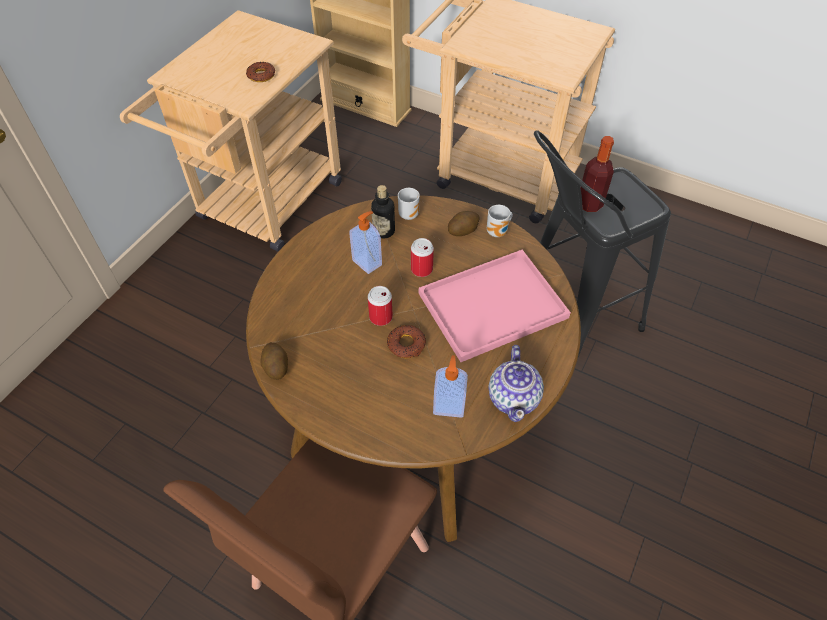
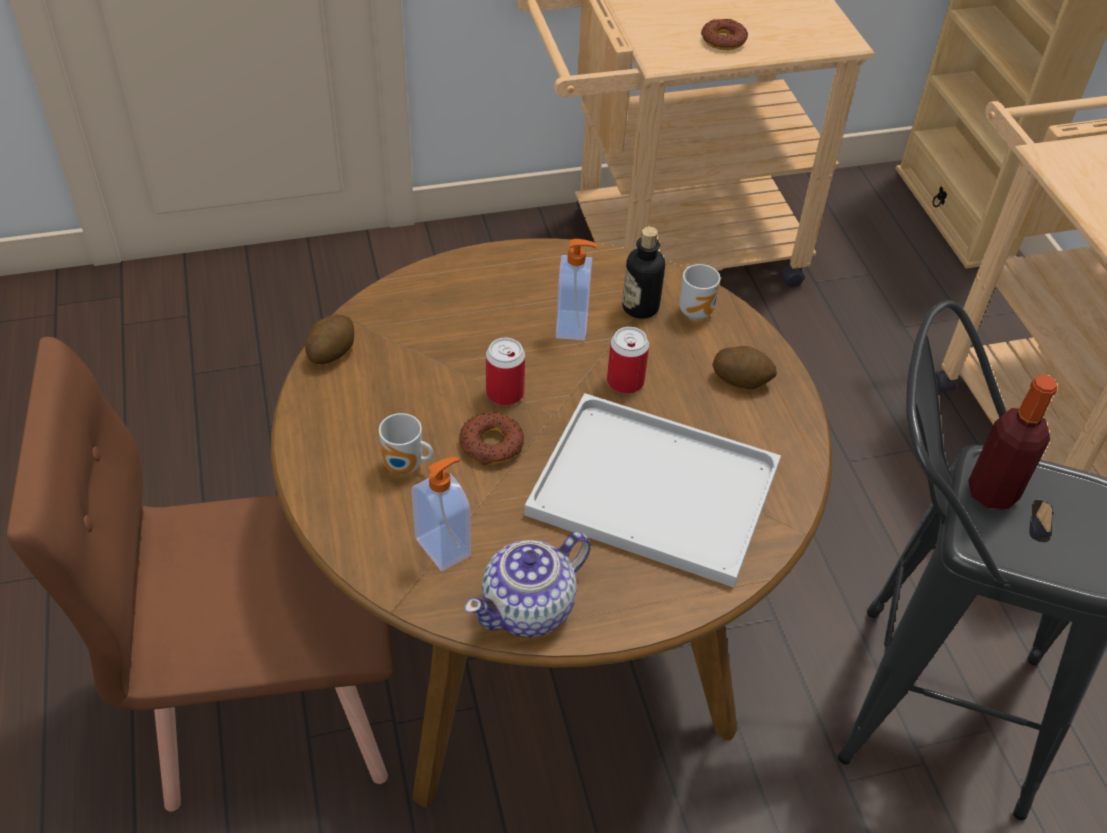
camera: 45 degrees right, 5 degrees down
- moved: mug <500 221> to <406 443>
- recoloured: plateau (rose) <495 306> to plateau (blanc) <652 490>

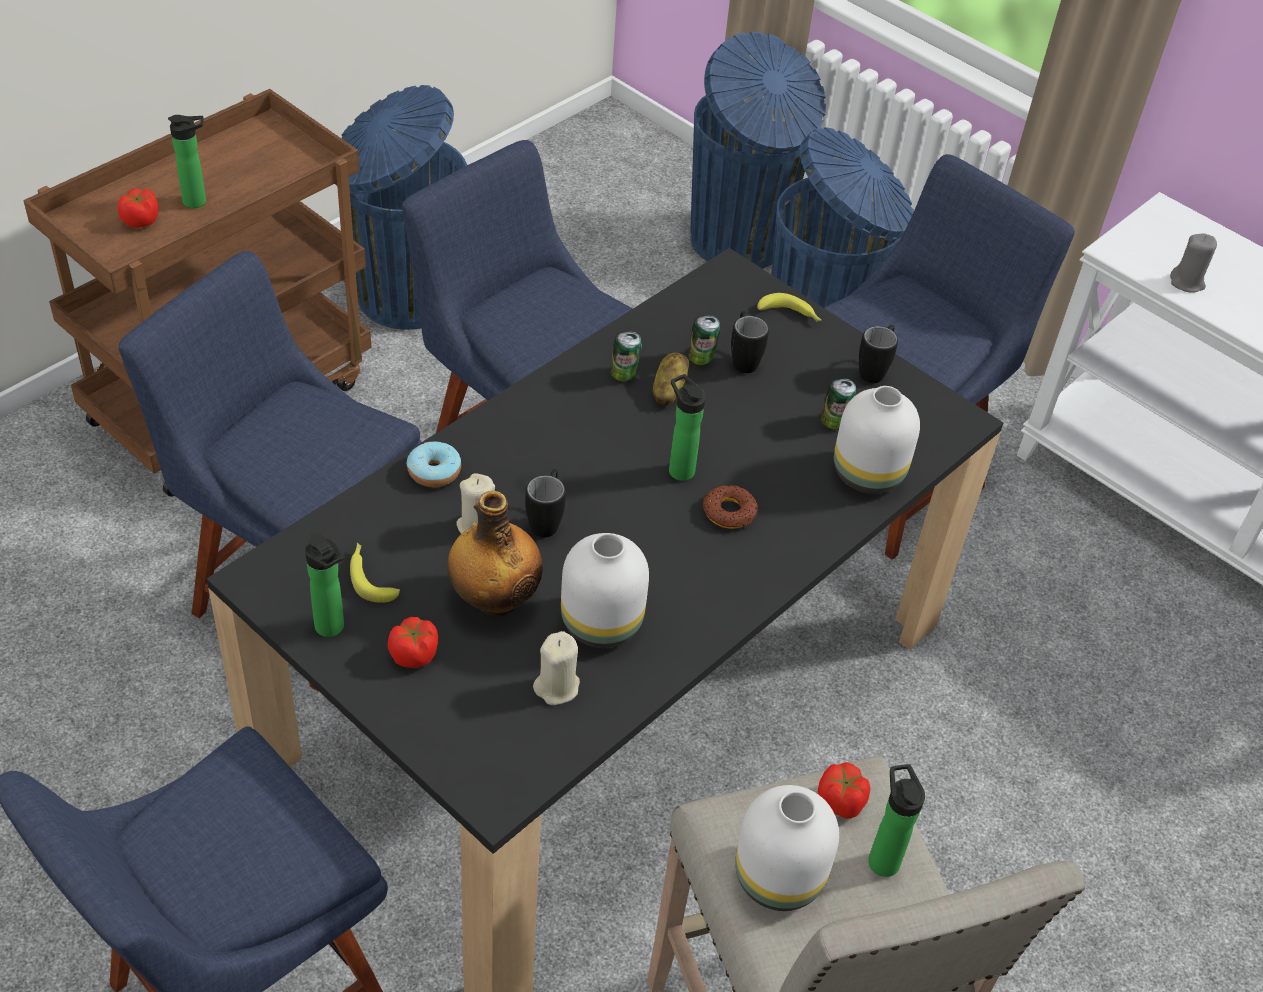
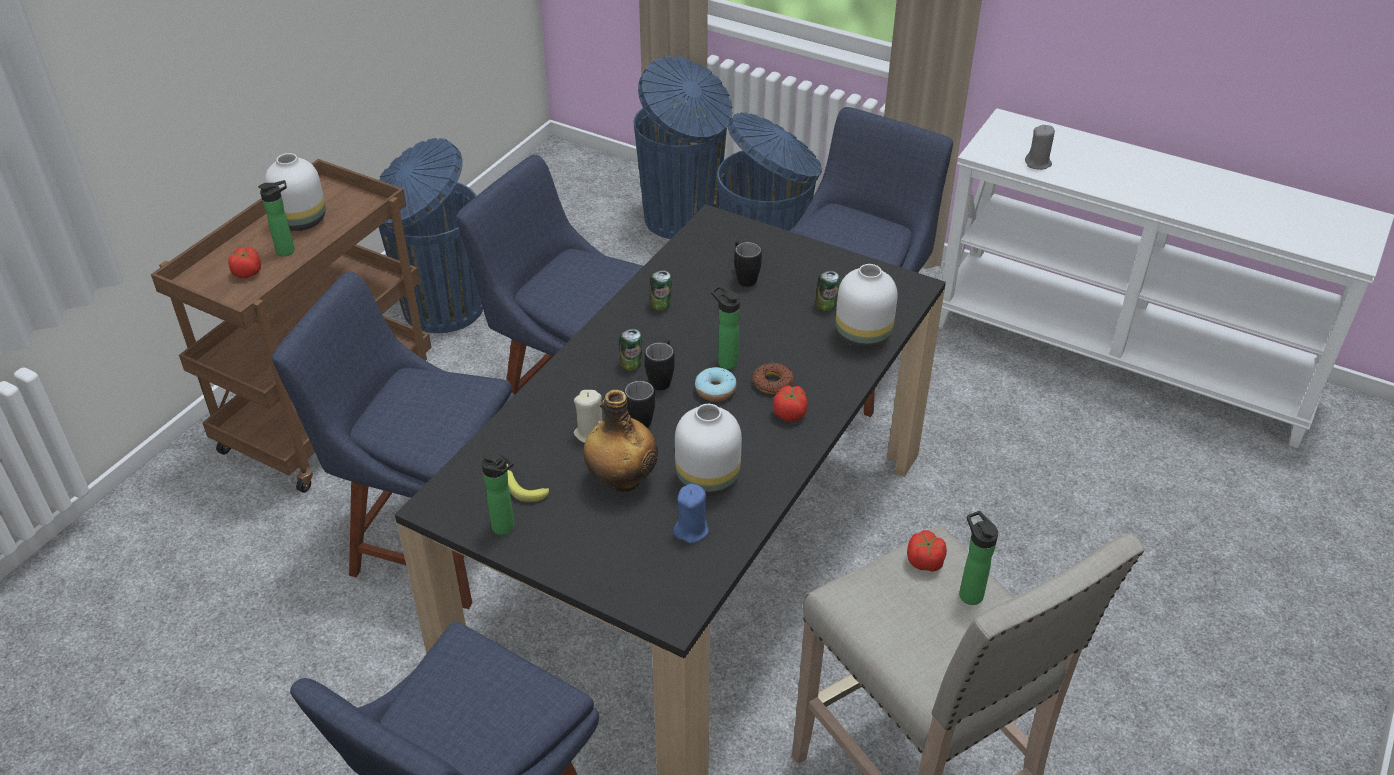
camera: 10 degrees left, 5 degrees down
- moved: vase (blanc) <787 848> to <295 192>
- moved: boîte métallique <704 340> to <630 350>
- moved: mug (noir) <878 354> to <659 364>
- recoloured: bougie (beige) <556 668> to bougie (bleu) <691 513>
- moved: beignet <434 464> to <716 384>
- moved: tomate <413 642> to <790 404>
- removed: pomme de terre <671 379>
- removed: banane <789 307>

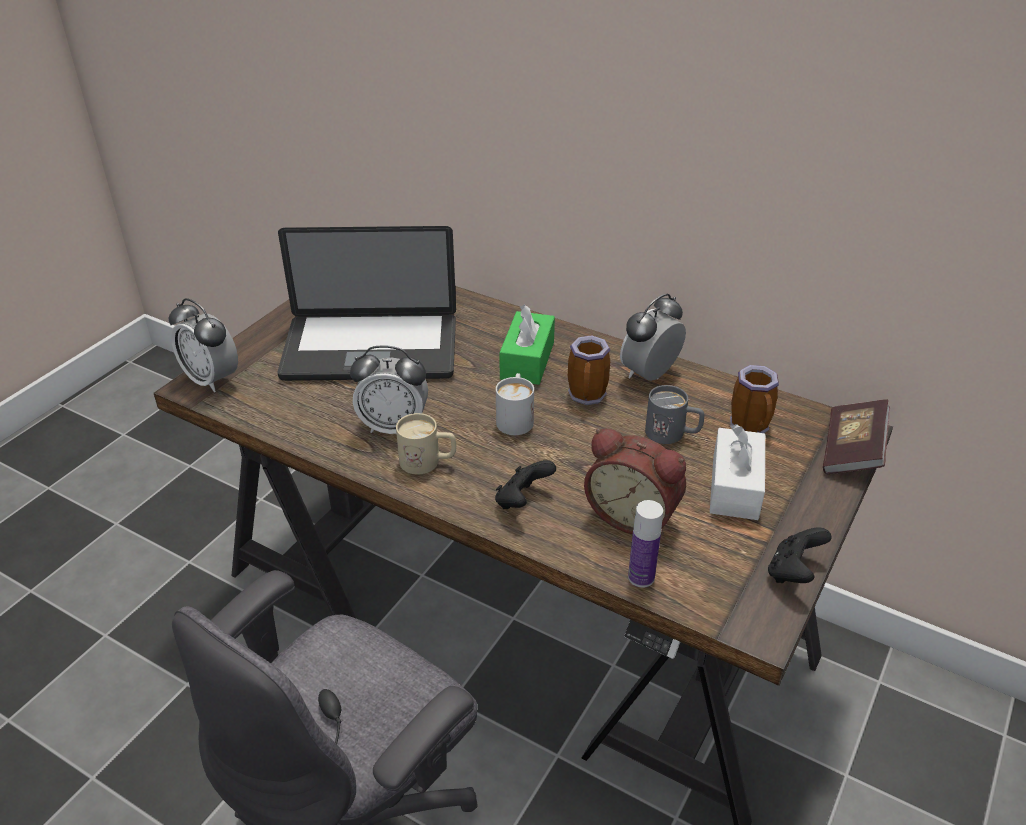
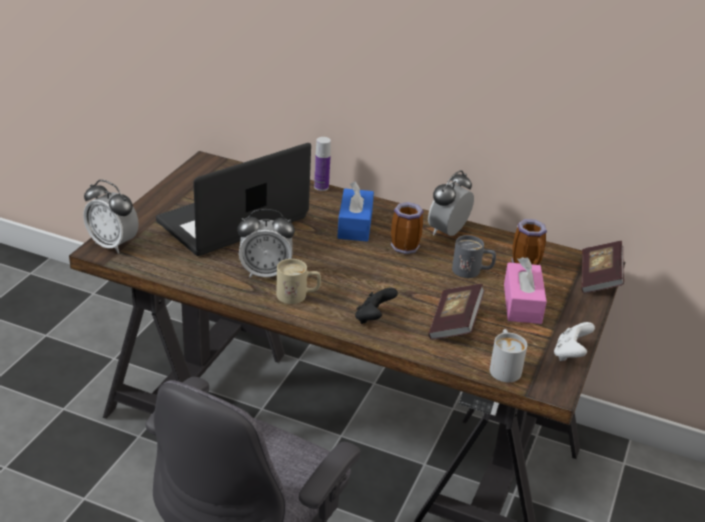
camera: 10 degrees left, 5 degrees down
- turned: ordinateur portable <366 303> = <233 199> 150 degrees clockwise
- moved: bouteille <645 544> to <322 164>
- recoloured: boîte à mouchoirs (vert) <527 344> to boîte à mouchoirs (bleu) <355 212>
- replaced: réveil <635 481> to livre <456 312>
- moved: mug (blanc) <515 404> to <508 355>
- recoloured: boîte à mouchoirs (blanc) <737 472> to boîte à mouchoirs (rose) <525 290>
- recoloured: manette (noir) <799 555> to manette (blanc) <574 341>

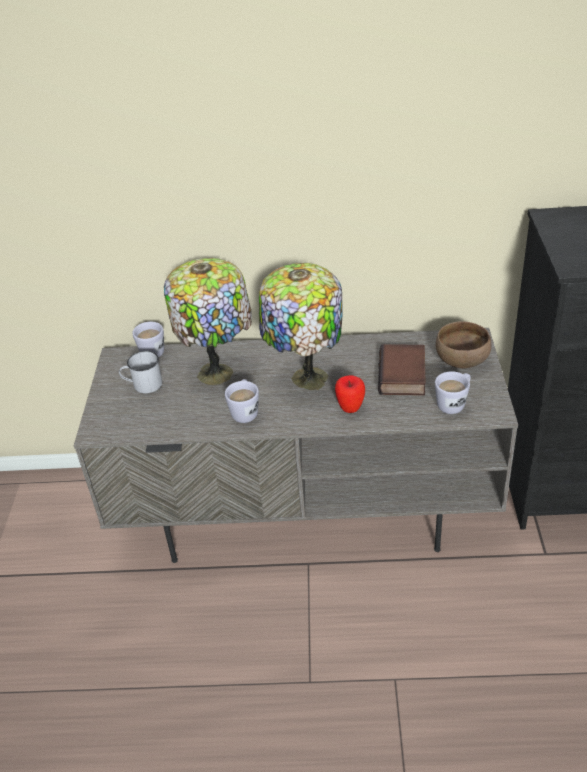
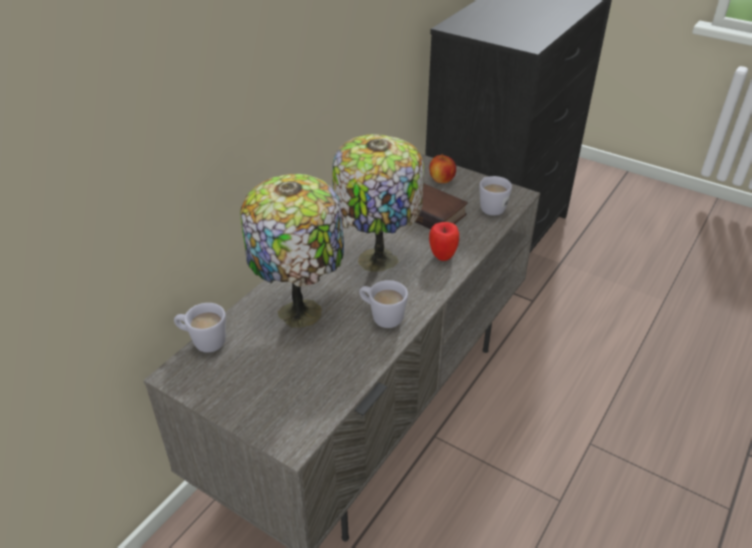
camera: 60 degrees left, 0 degrees up
- replaced: bol (marron) <463 344> to pomme <442 168>
- removed: mug (blanc) <140 372>

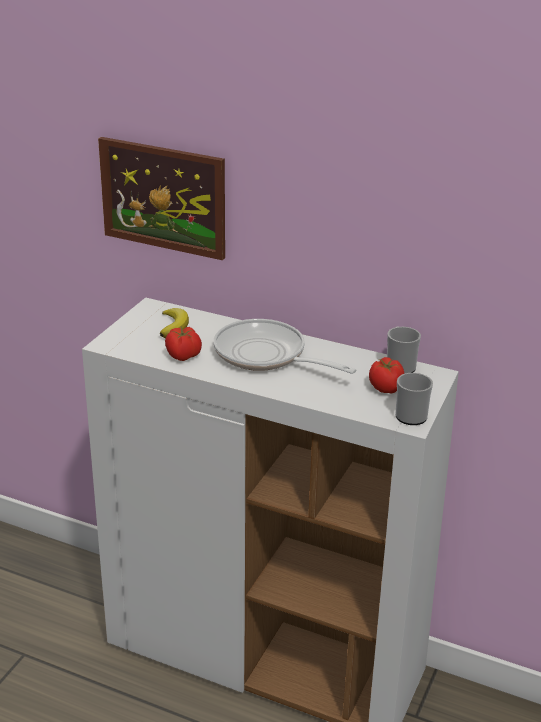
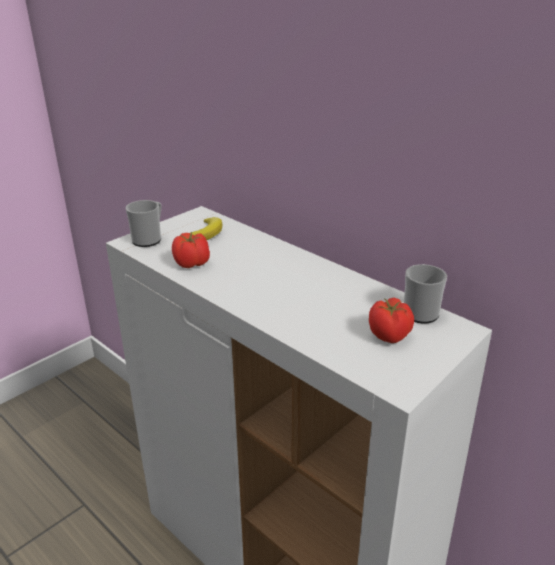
camera: 20 degrees right, 0 degrees up
- moved: mug <414 399> to <143 223>
- removed: tableau <161 198>
- removed: poêle <285 346>

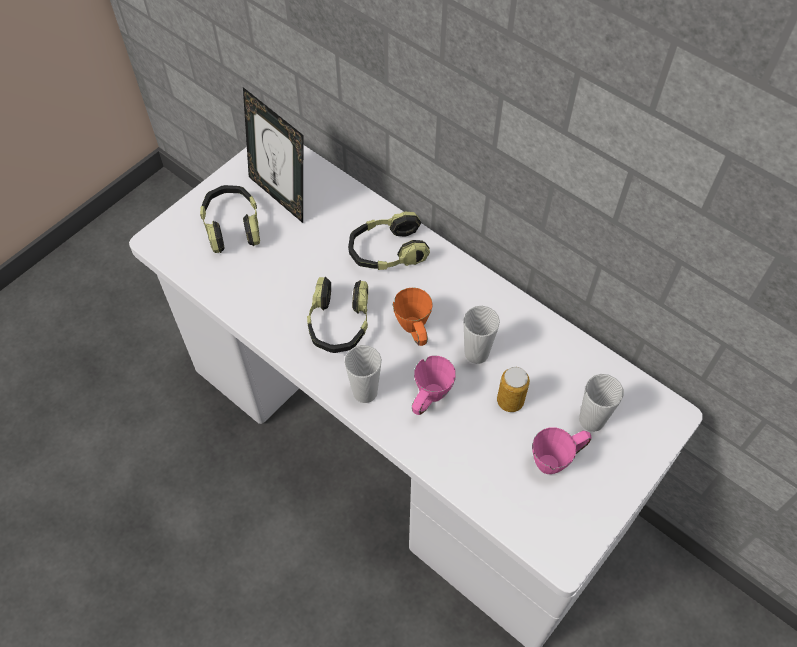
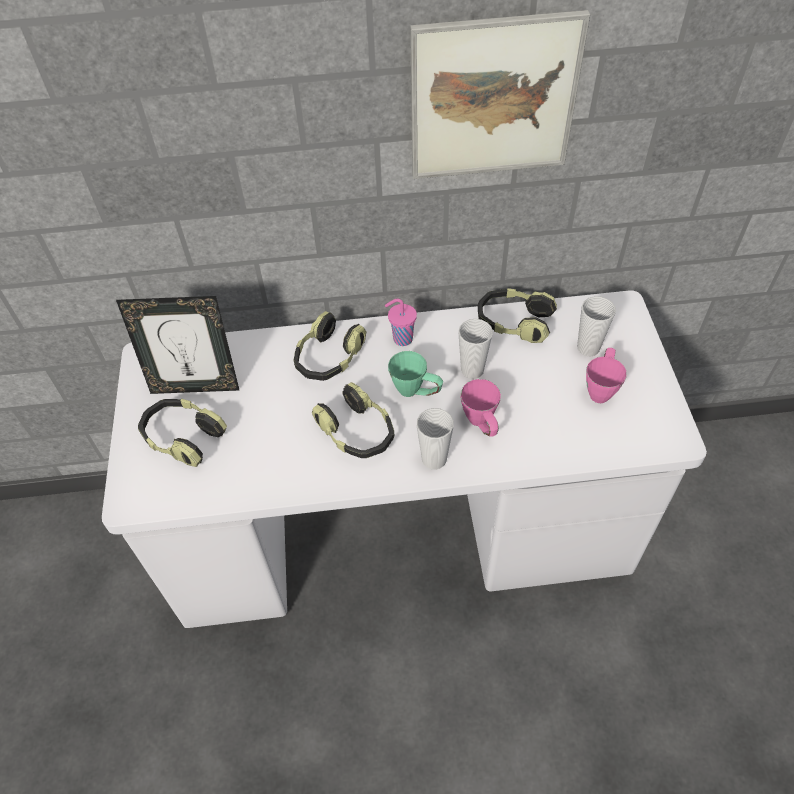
camera: 45 degrees left, 5 degrees down
- added: tasse (rose) <401 322>
- recoloured: mug (orange) <413 316> to mug (vert) <415 374>
- added: tableau <500 94>
- added: casque audio <517 315>
- removed: boîte métallique <513 389>

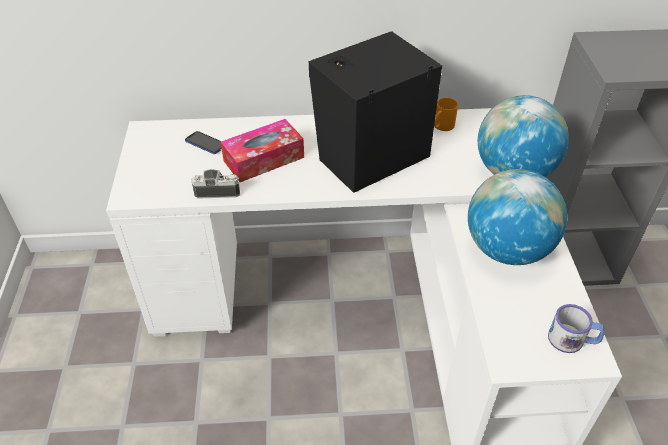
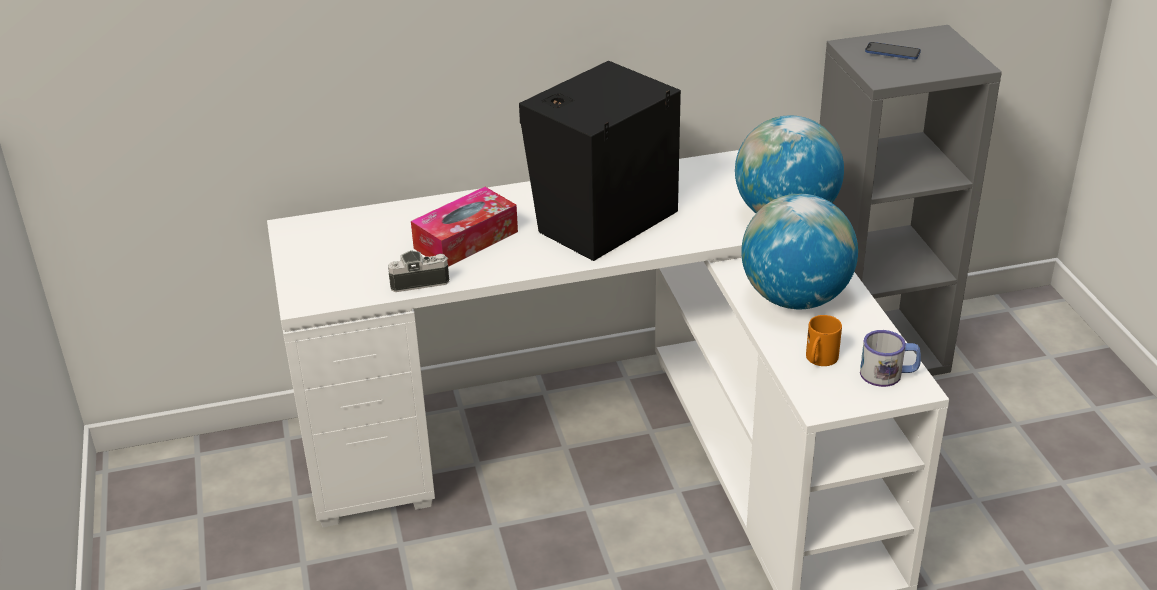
camera: 10 degrees left, 10 degrees down
- moved: mug (orange) <446 114> to <824 340>
- moved: téléphone <203 142> to <893 51>

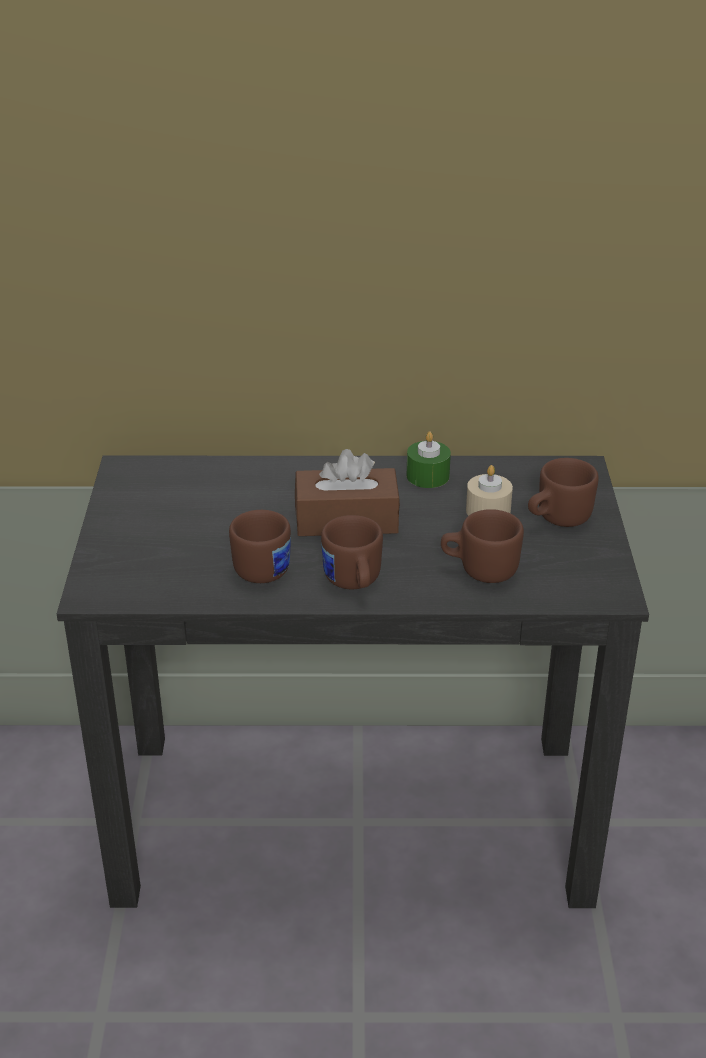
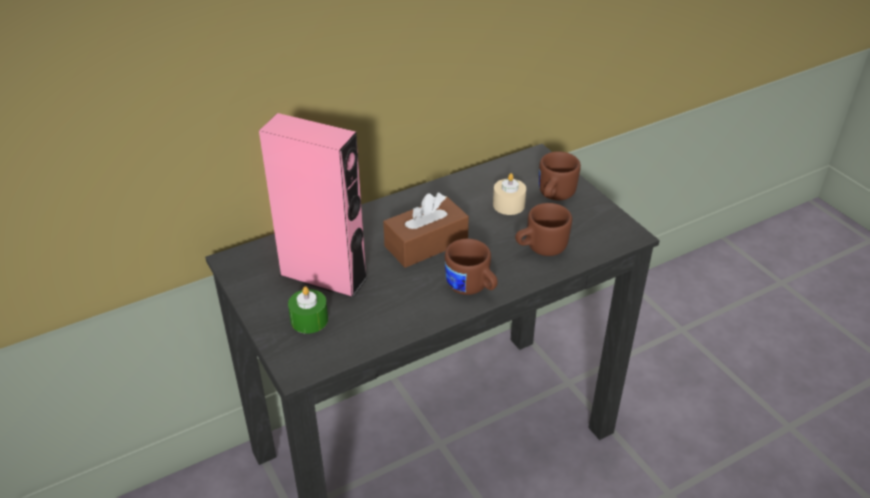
camera: 30 degrees left, 5 degrees up
- added: enceinte (rose) <313 205>
- moved: bougie (vert) <429 459> to <308 310>
- removed: mug (marron) <260 546>

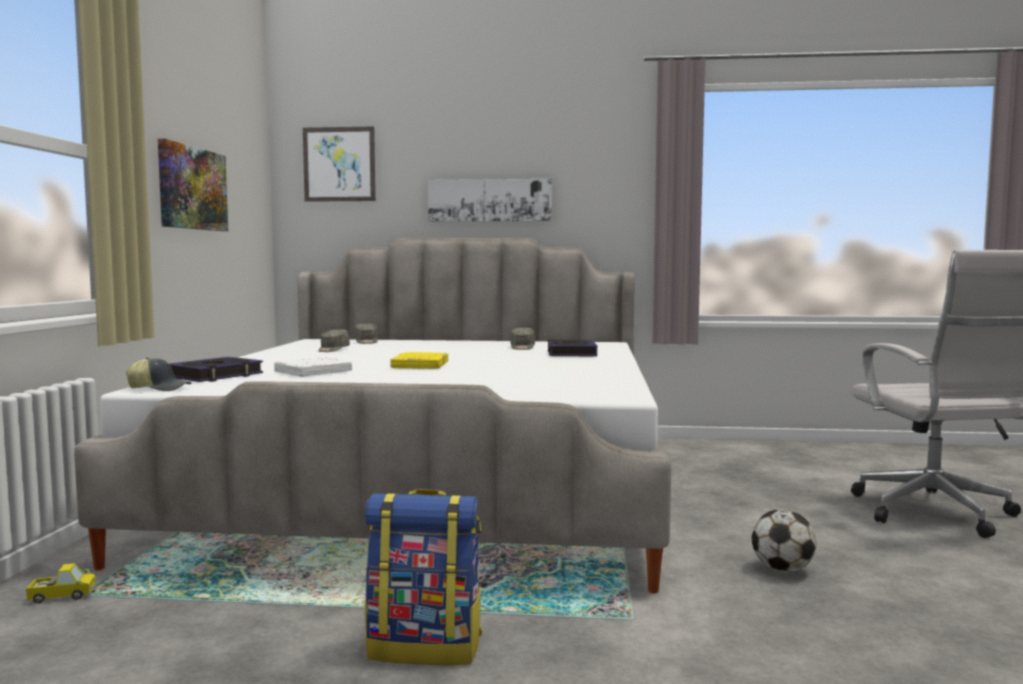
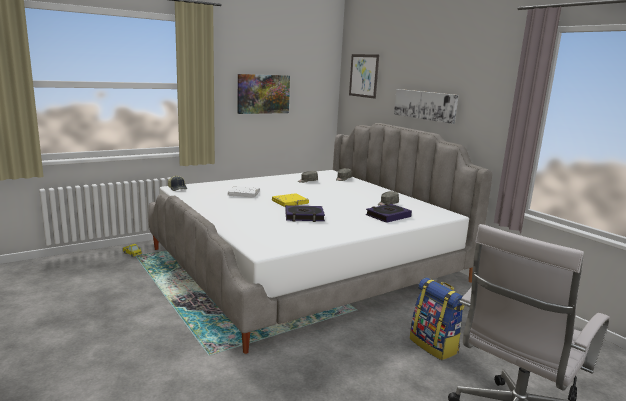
camera: 50 degrees right, 10 degrees up
- moved: livre <216 369> to <305 213>
- moved: sac à dos <423 577> to <437 318>
- removed: ballon de foot <784 540>

